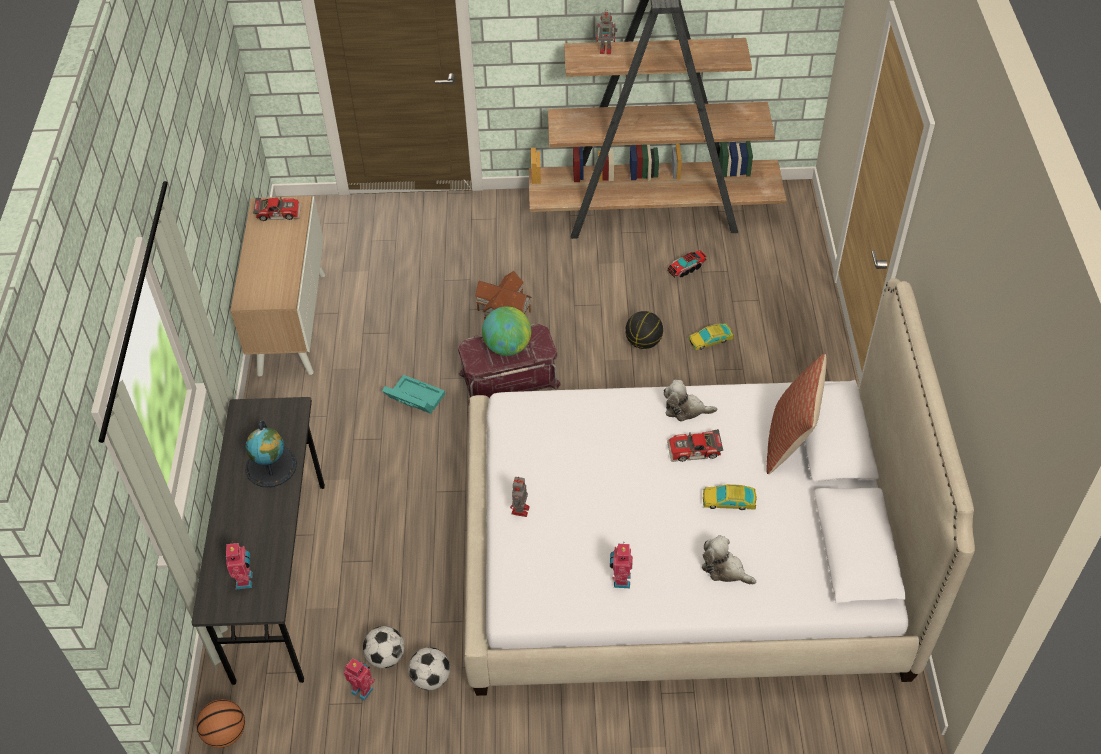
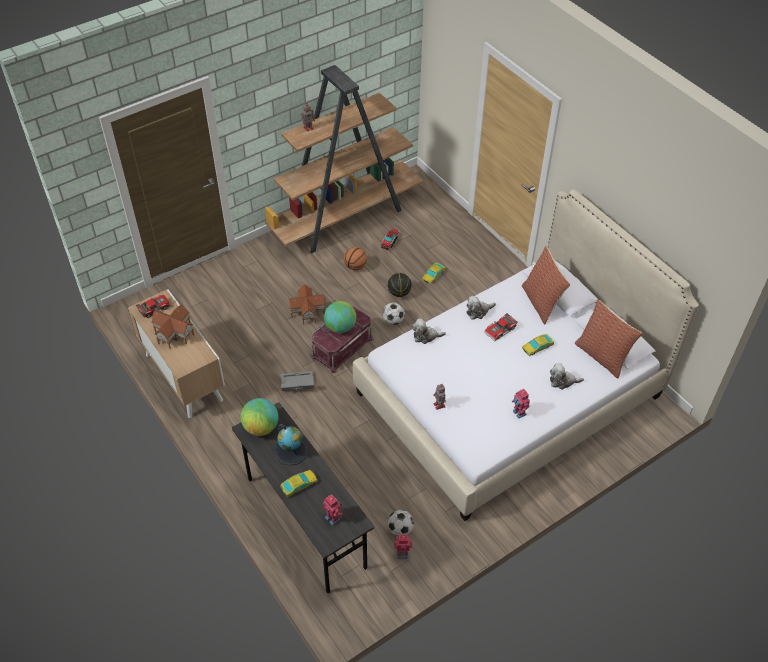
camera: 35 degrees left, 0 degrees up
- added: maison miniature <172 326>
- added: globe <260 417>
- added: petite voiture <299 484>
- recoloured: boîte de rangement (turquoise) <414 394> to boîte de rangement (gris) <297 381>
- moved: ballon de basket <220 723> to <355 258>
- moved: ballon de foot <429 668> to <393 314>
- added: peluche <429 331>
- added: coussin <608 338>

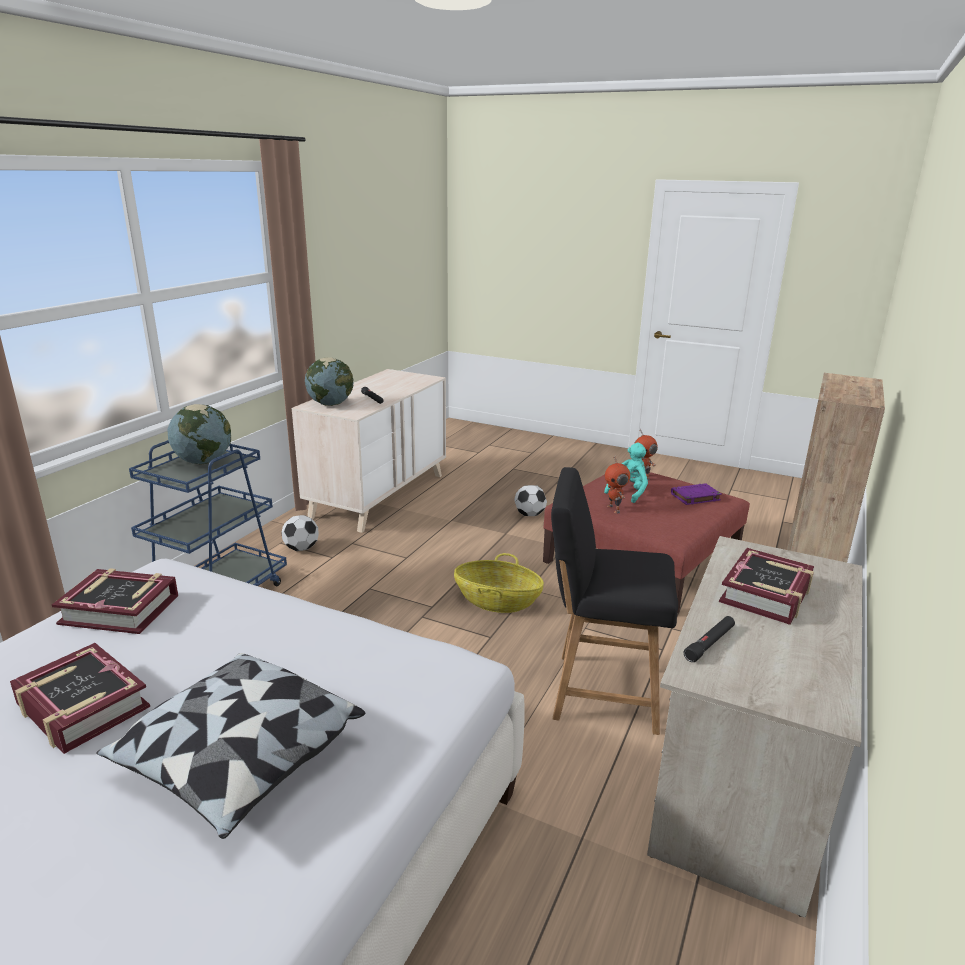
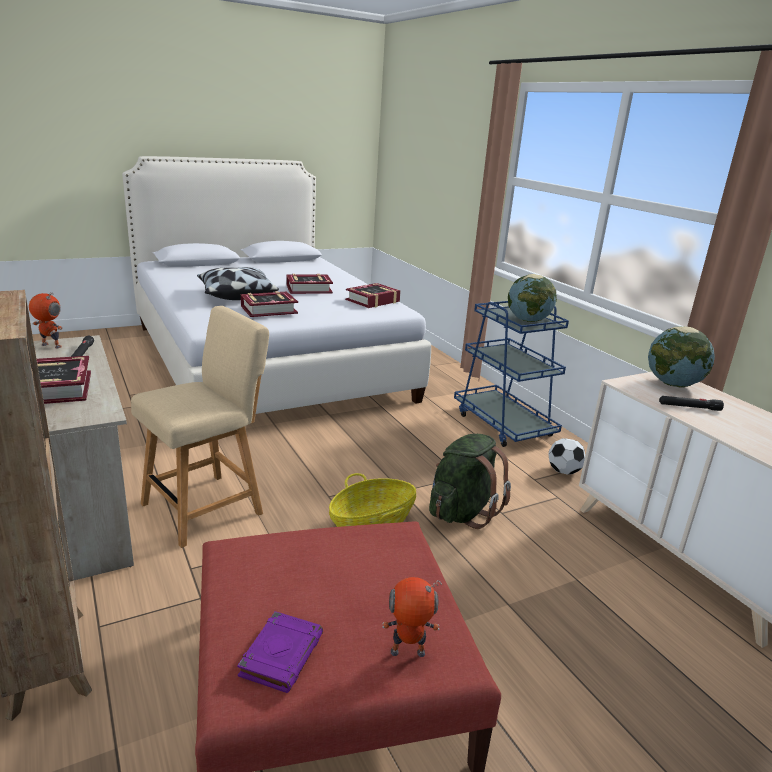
camera: 125 degrees right, 0 degrees up
- moved: robot jouet <617 485> to <46 320>
- recoloured: chaise (noir) <614 601> to chaise (beige) <200 427>
- added: livre <269 304>
- added: sac à dos (vert) <470 481>
- removed: ballon de foot <530 500>
- removed: peluche (turquoise) <626 473>

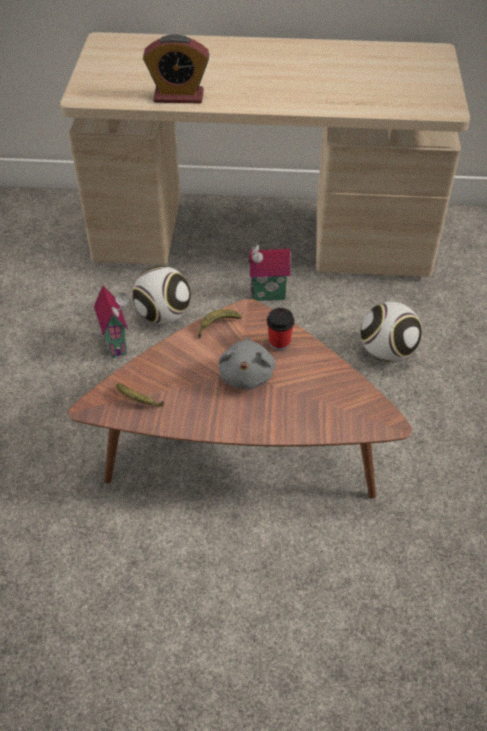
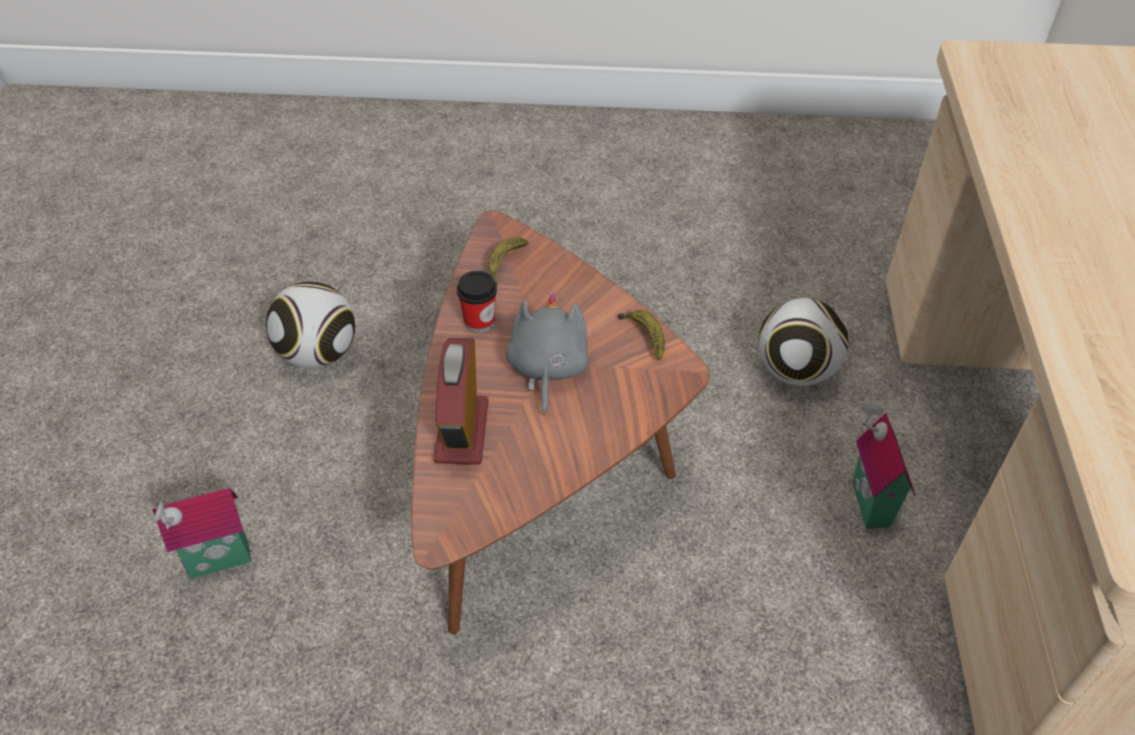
camera: 90 degrees right, 0 degrees up
- moved: maison miniature <111 322> to <197 533>
- moved: ballon de foot <391 332> to <310 325>
- moved: réveil <176 69> to <461 401>
- moved: tasse <280 329> to <477 302>
- turned: peluche (gris) <247 363> = <547 354> 90 degrees clockwise

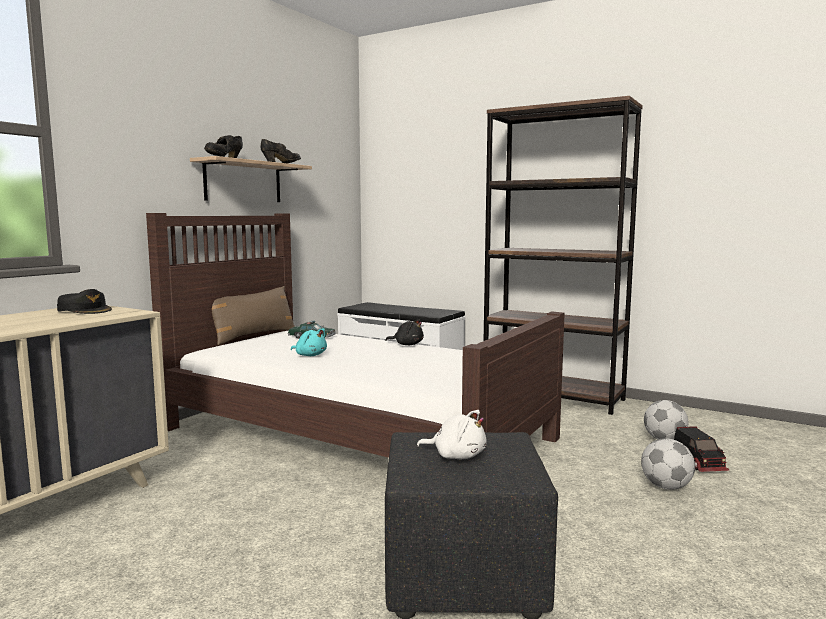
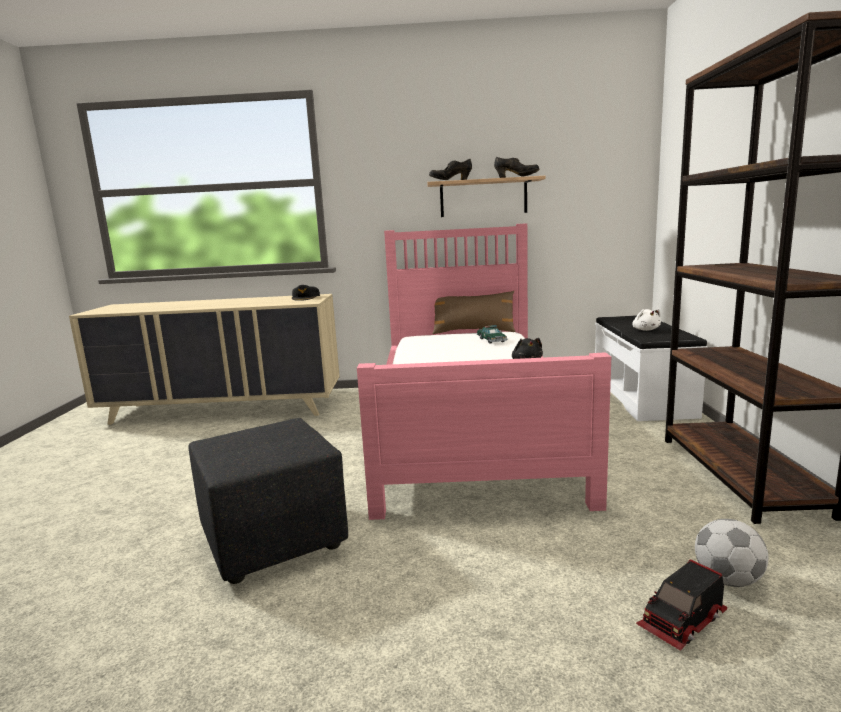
camera: 60 degrees right, 5 degrees up
- recoloured: lit (marron) <355 335> to lit (rose) <484 371>
- moved: peluche (blanc) <452 434> to <646 320>
- removed: peluche (turquoise) <309 342>
- removed: ballon de foot <668 464>

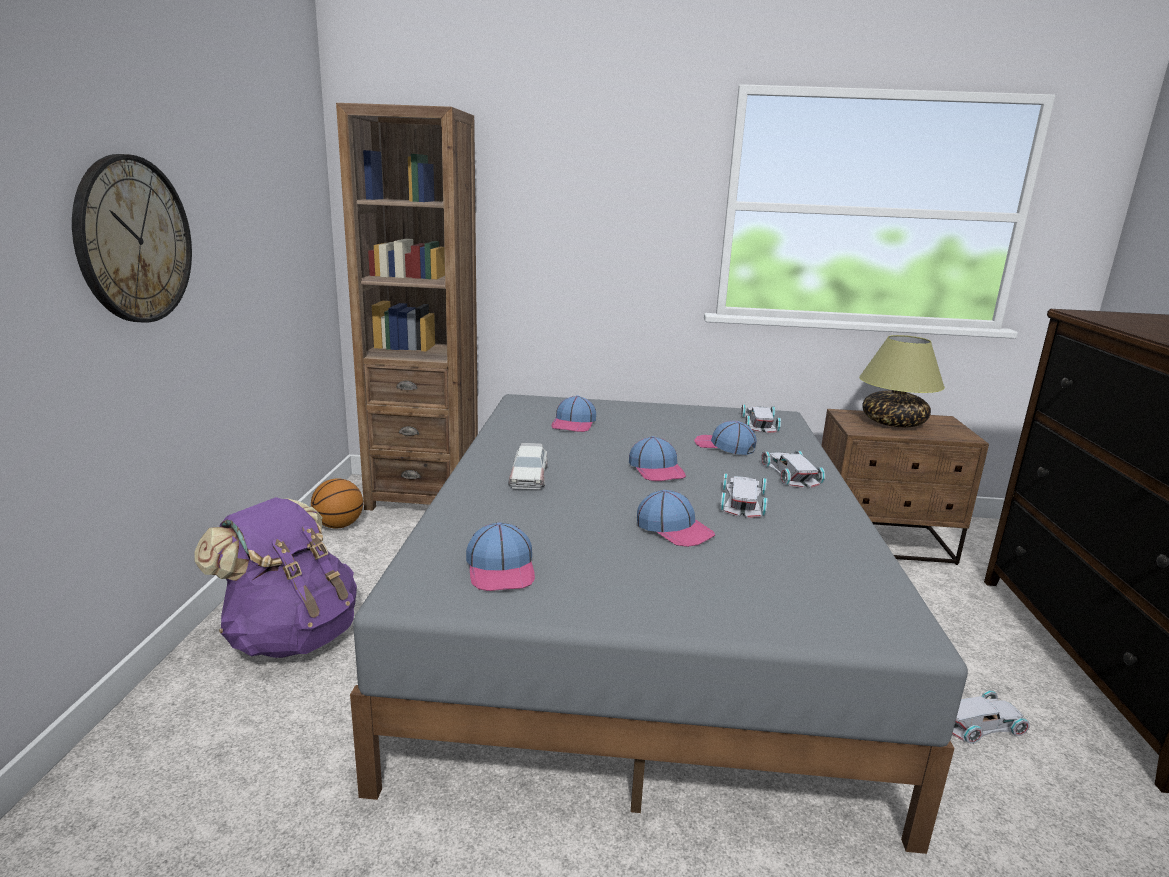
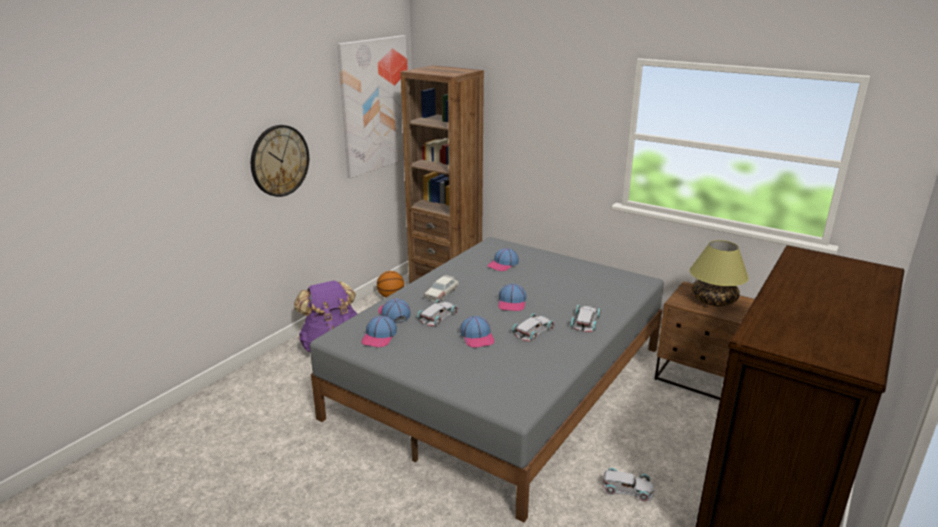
camera: 30 degrees right, 5 degrees up
- added: tableau <372 106>
- moved: casquette <725 438> to <394 311>
- moved: petite voiture (blanc) <761 419> to <437 312>

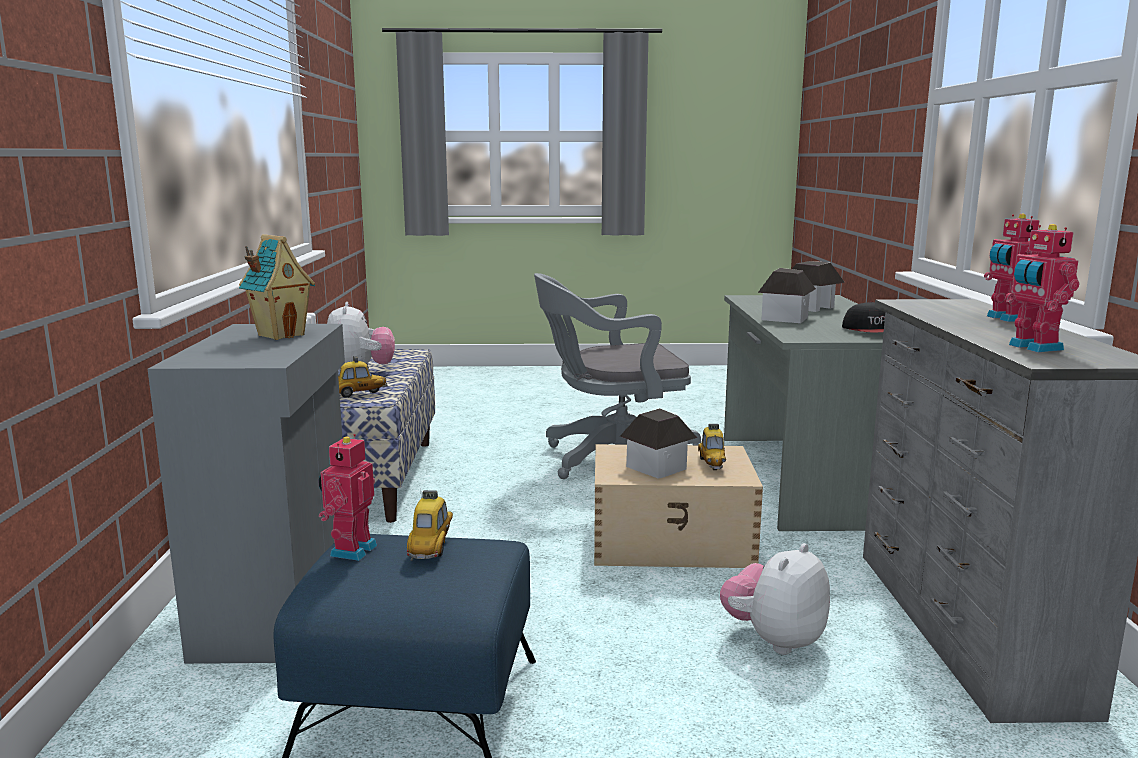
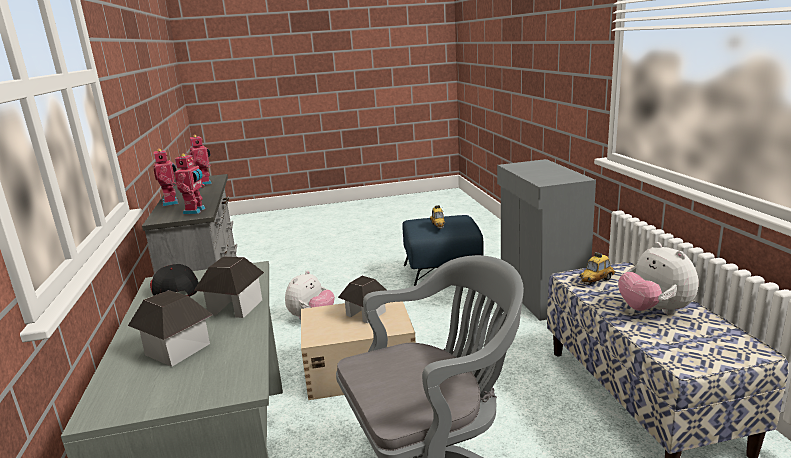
camera: 170 degrees right, 5 degrees up
- moved: robot jouet <347 497> to <189 183>
- removed: maison miniature <277 287>
- removed: petite voiture <712 447>

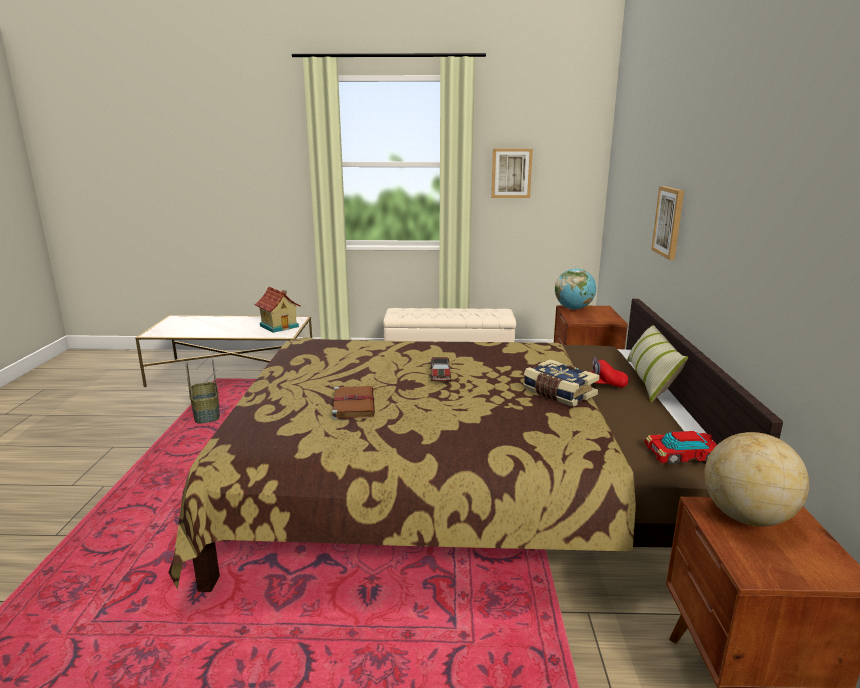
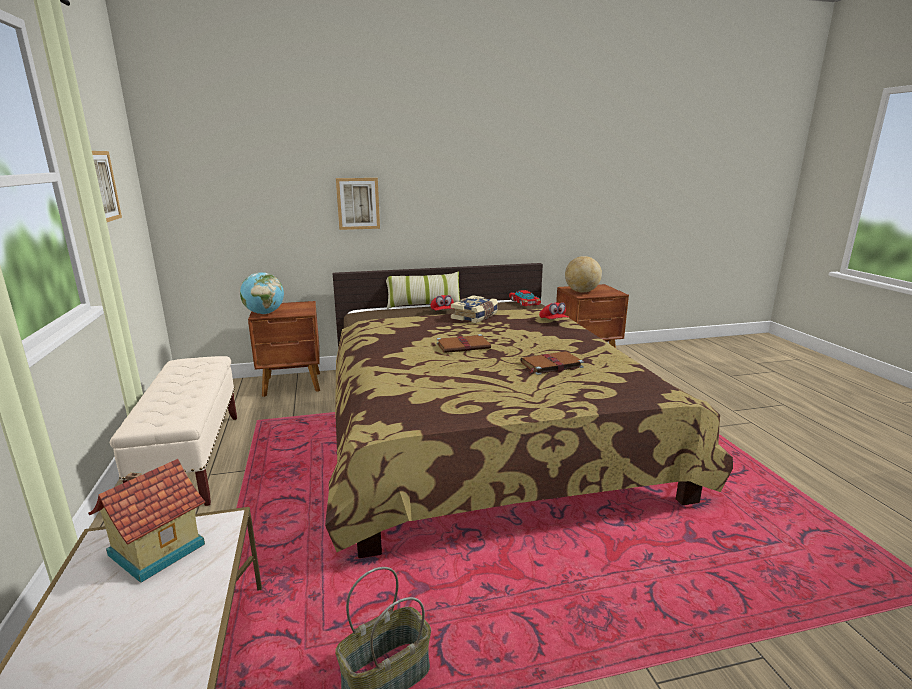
camera: 105 degrees left, 0 degrees up
- replaced: petite voiture <441 369> to livre (marron) <464 343>
- added: casquette (rouge) <554 310>

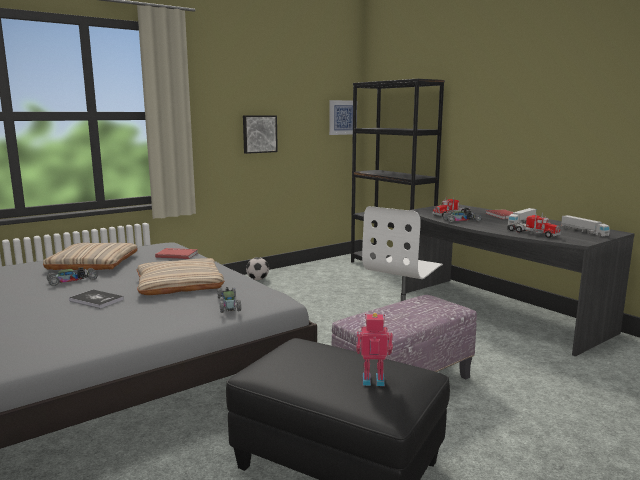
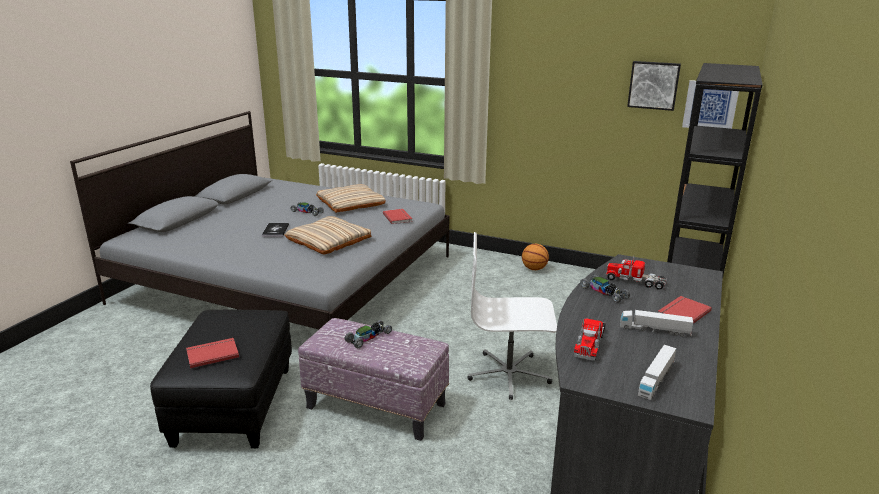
camera: 60 degrees right, 10 degrees up
- replaced: robot jouet <374 349> to livre (rouge) <212 353>
- moved: petite voiture <229 300> to <368 334>
- replaced: ballon de foot <257 268> to ballon de basket <535 257>
- moved: tableau <260 134> to <654 86>

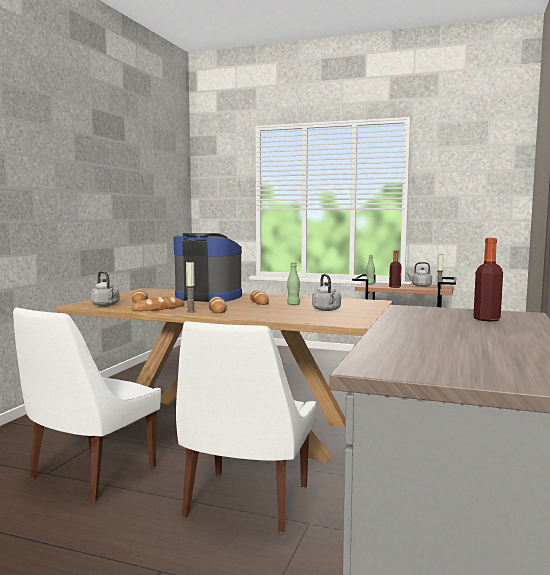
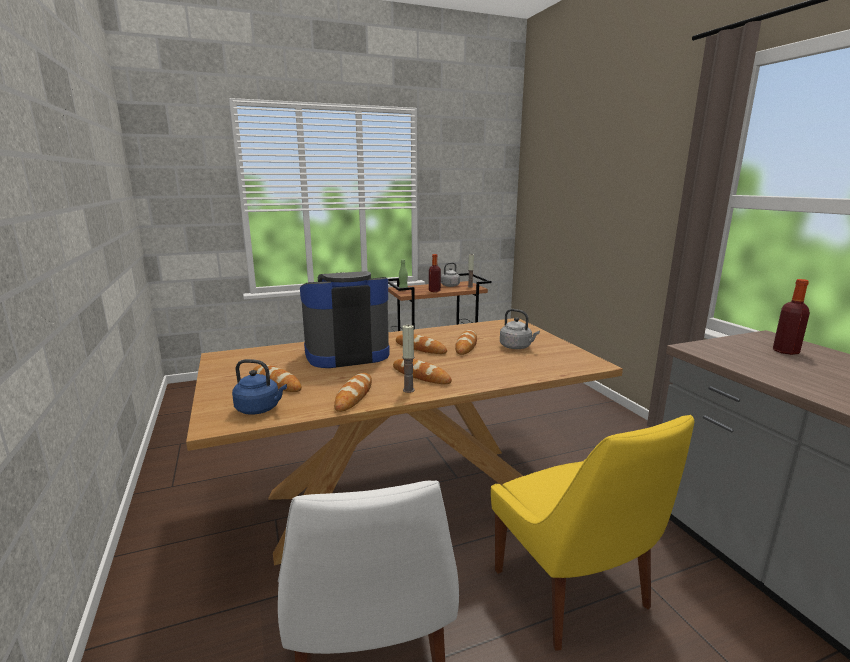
camera: 40 degrees left, 10 degrees up
- recoloured: bouilloire (gris) <105 288> to bouilloire (bleu) <259 387>
- replaced: bouteille (vert) <293 283> to pain <466 342>
- recoloured: chaise (blanc) <246 427> to chaise (jaune) <592 533>

